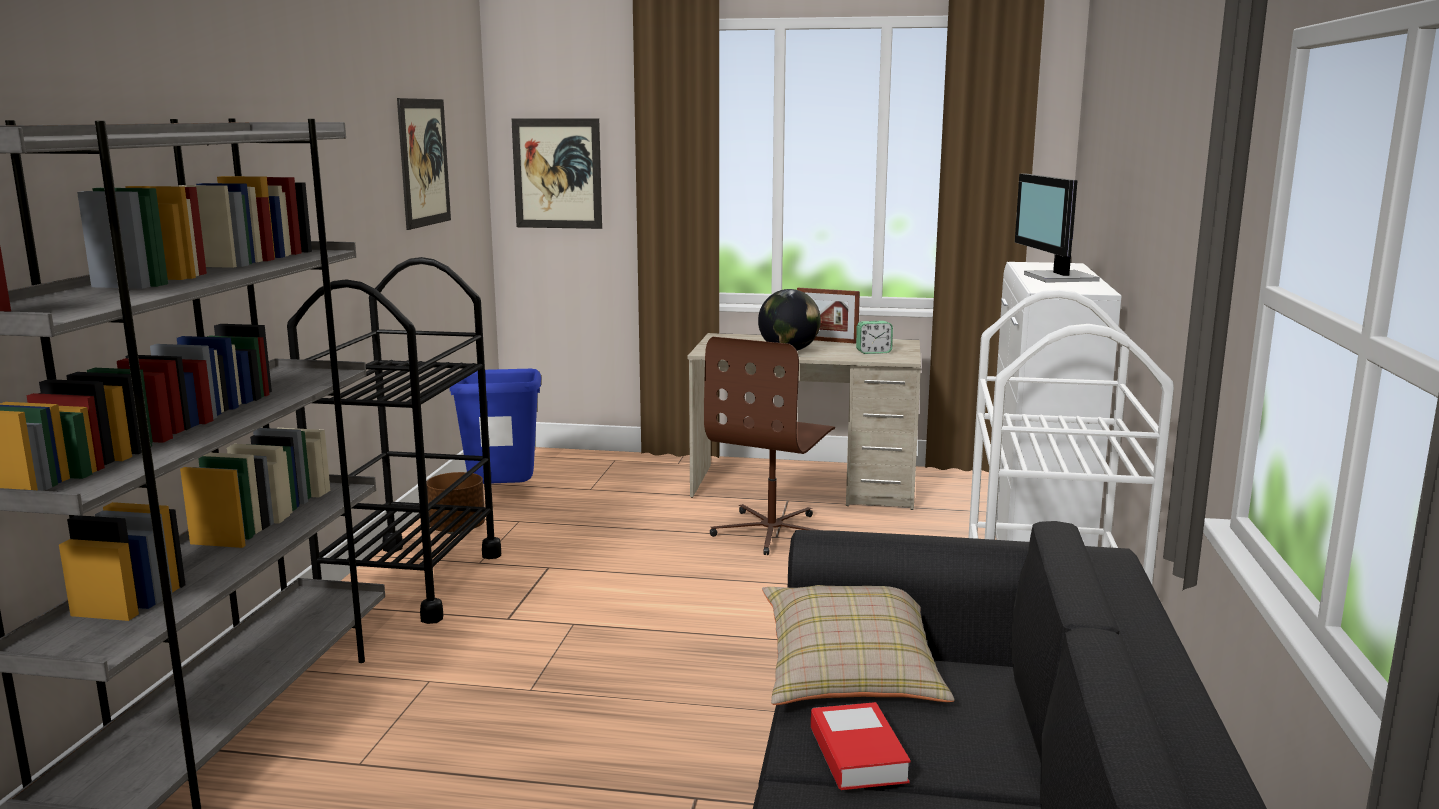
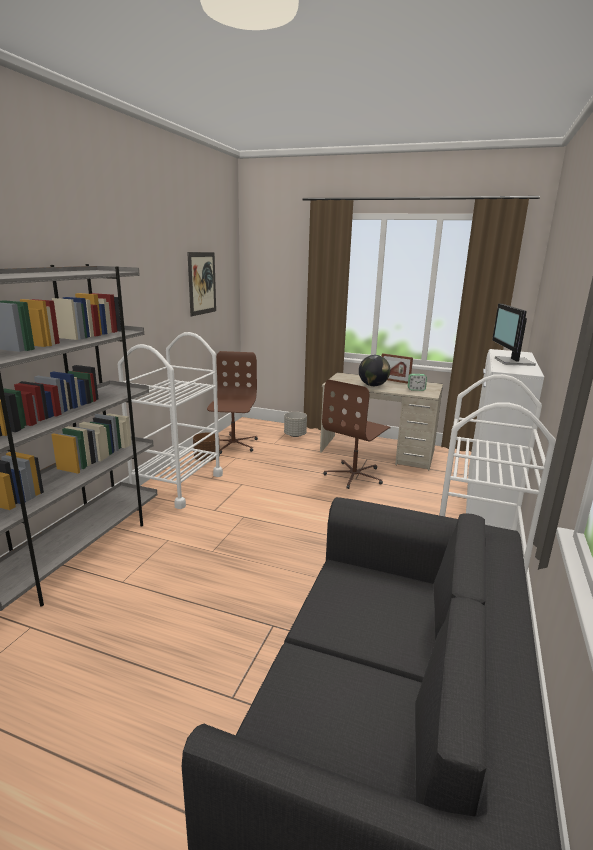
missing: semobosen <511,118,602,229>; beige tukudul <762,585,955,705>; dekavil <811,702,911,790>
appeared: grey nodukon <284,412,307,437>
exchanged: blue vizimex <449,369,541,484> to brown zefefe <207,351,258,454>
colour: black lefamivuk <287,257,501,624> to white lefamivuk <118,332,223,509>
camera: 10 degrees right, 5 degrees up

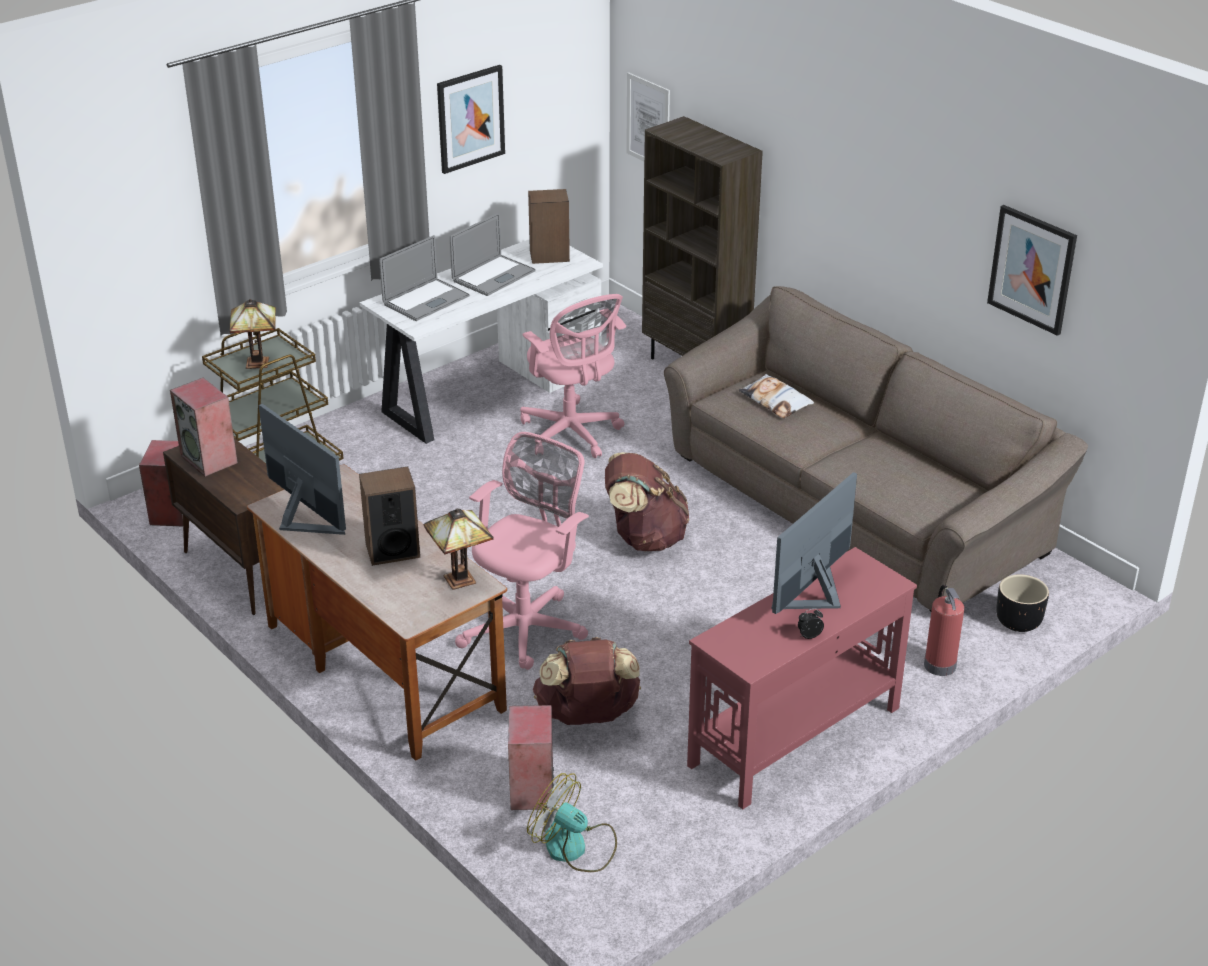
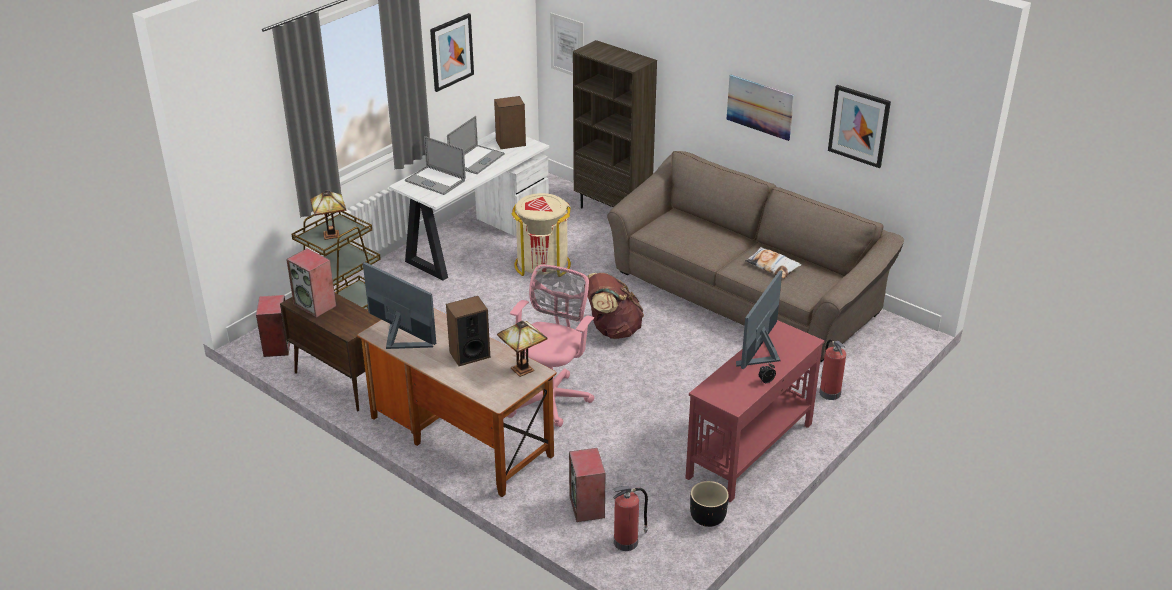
missing: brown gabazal <533,637,641,725>
appeared: semobosen <726,75,794,141>
relocated: tukudul <739,374,814,419> to <745,247,801,279>; black nodukon <996,574,1049,632> to <690,481,729,527>
exchanged: pink zefefe <520,294,626,458> to beige vizimex <512,193,571,276>; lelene <527,773,617,872> to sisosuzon <612,485,648,551>
spun: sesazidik <379,235,470,321> = <405,136,466,195> 90 degrees clockwise
camera: 10 degrees left, 0 degrees up

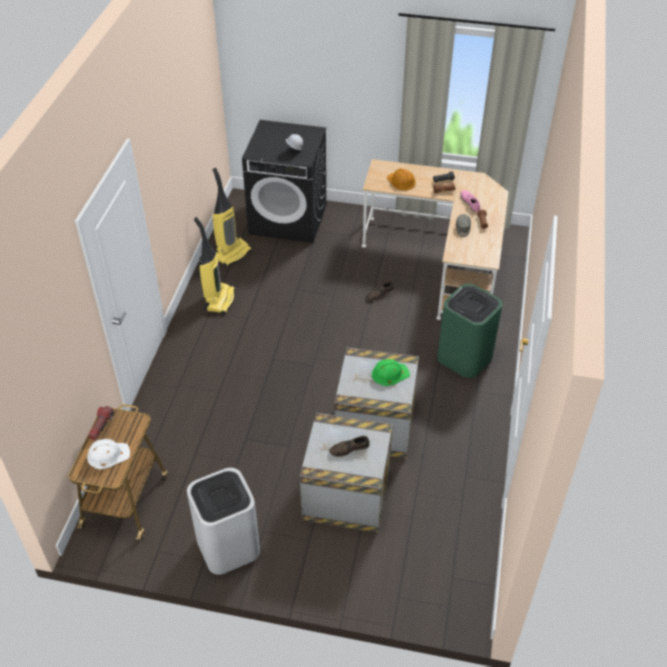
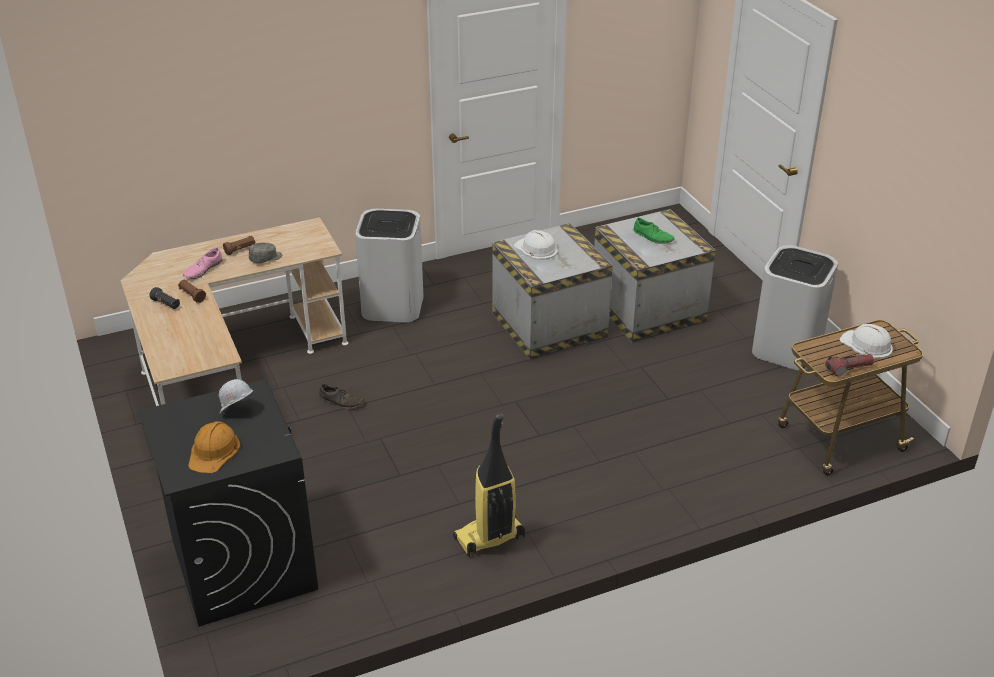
missing: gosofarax <212,168,252,267>
relocated: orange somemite <387,169,416,190> to <188,421,240,473>
colour: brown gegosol <329,436,369,457> to green gegosol <634,218,675,244>; green somemite <372,359,410,386> to white somemite <514,230,558,260>; green vizimex <437,284,502,378> to white vizimex <355,209,424,323>
camera: 125 degrees left, 10 degrees down

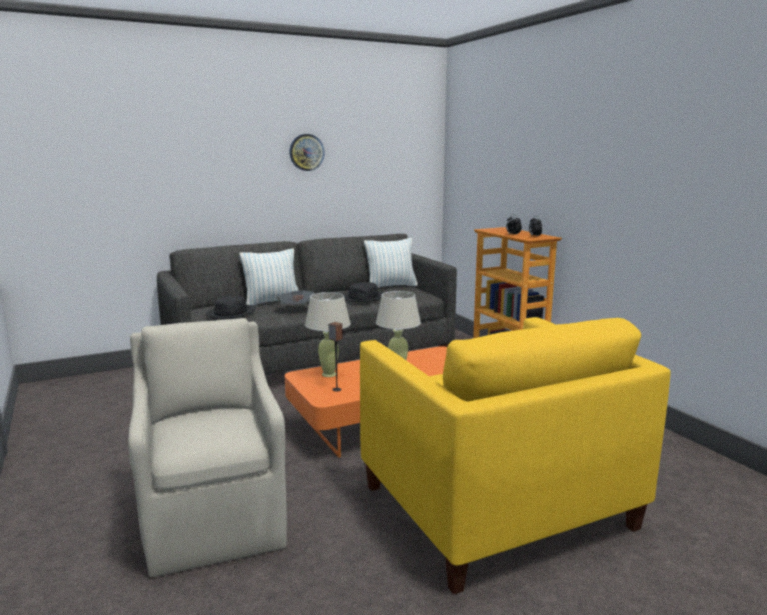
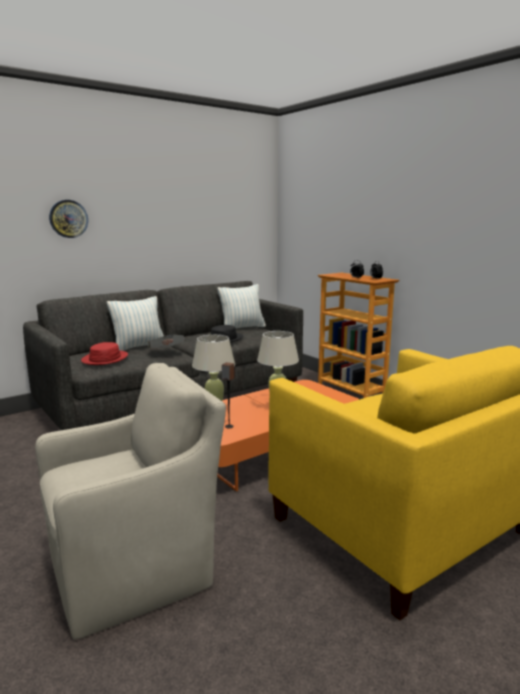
relocated: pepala <289,134,325,171> to <49,200,88,238>
colour: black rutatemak <206,296,255,319> to red rutatemak <81,342,128,365>
spun: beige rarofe <128,318,287,577> = <35,363,226,640> 90 degrees clockwise
camera: 10 degrees left, 0 degrees up

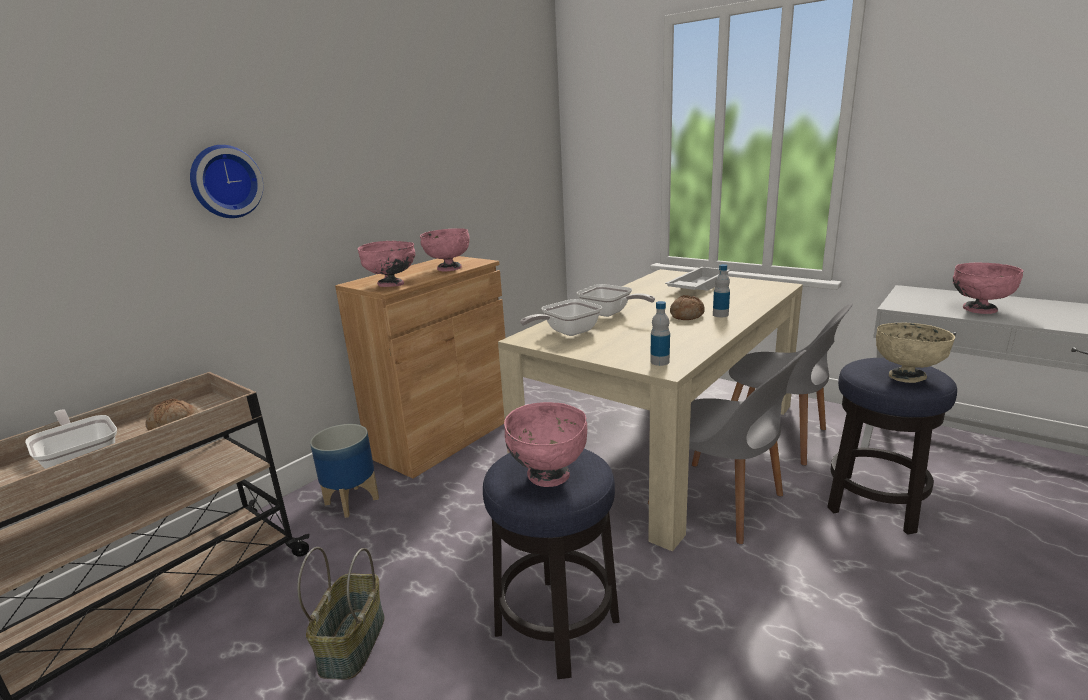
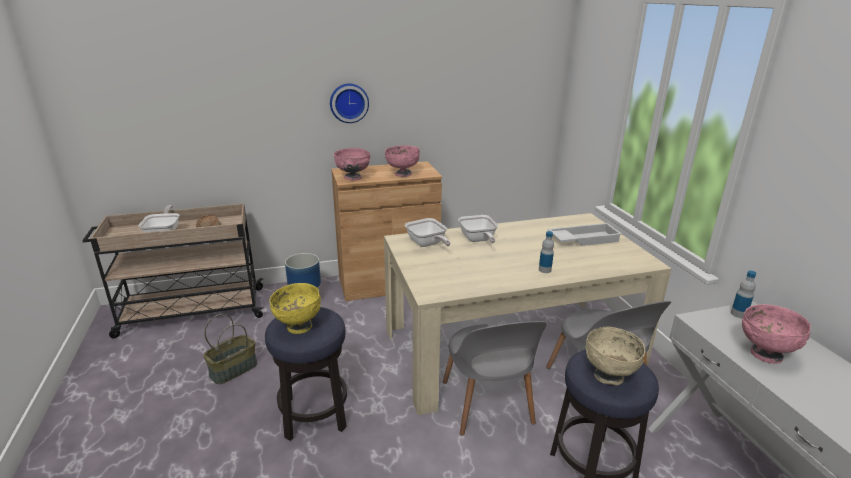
missing: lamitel <670,295,705,320>
relocated: pepala <190,145,263,218> to <330,83,369,123>; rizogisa <650,301,670,366> to <731,271,756,318>
colour: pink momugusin <504,402,587,487> to yellow momugusin <269,283,321,334>
spun: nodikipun <520,299,602,336> = <405,218,450,247> 120 degrees counterclockwise
camera: 35 degrees right, 5 degrees up

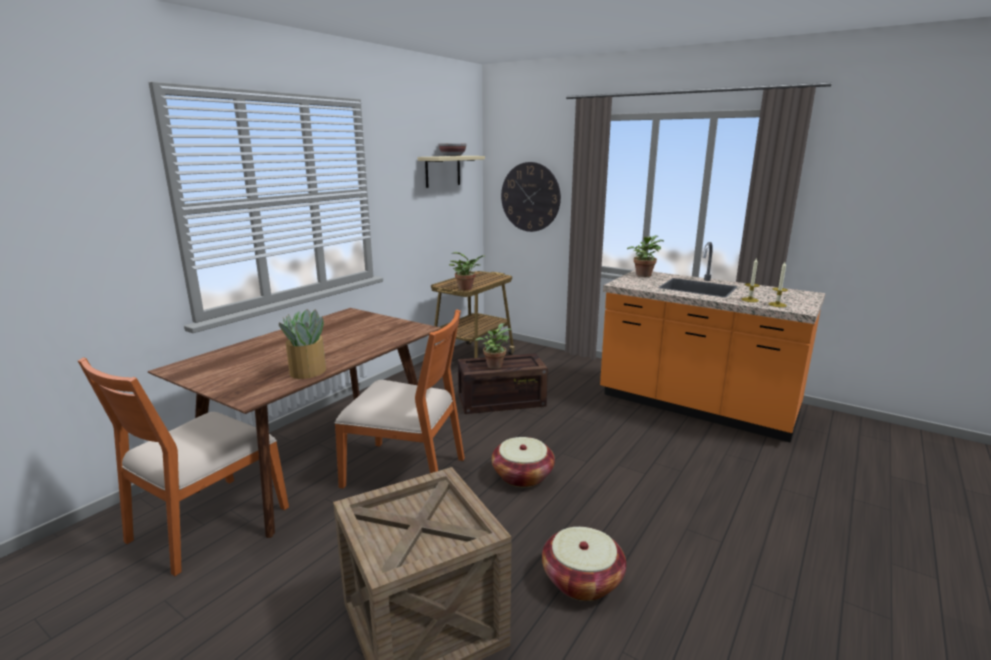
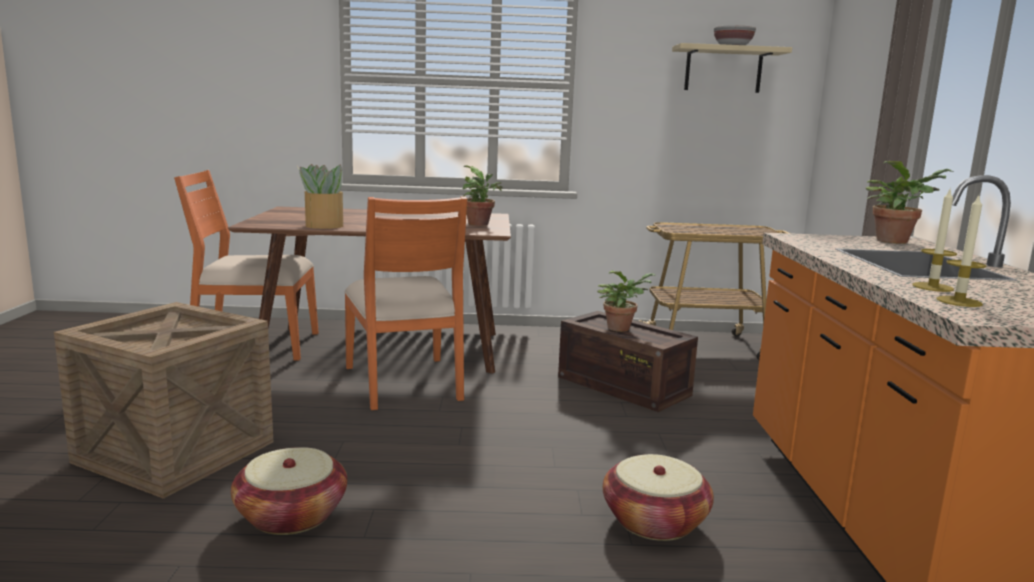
missing: pepala <501,162,561,232>
relocated: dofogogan <449,252,486,290> to <463,166,503,226>; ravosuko <492,437,555,488> to <603,454,714,541>
camera: 55 degrees right, 5 degrees down

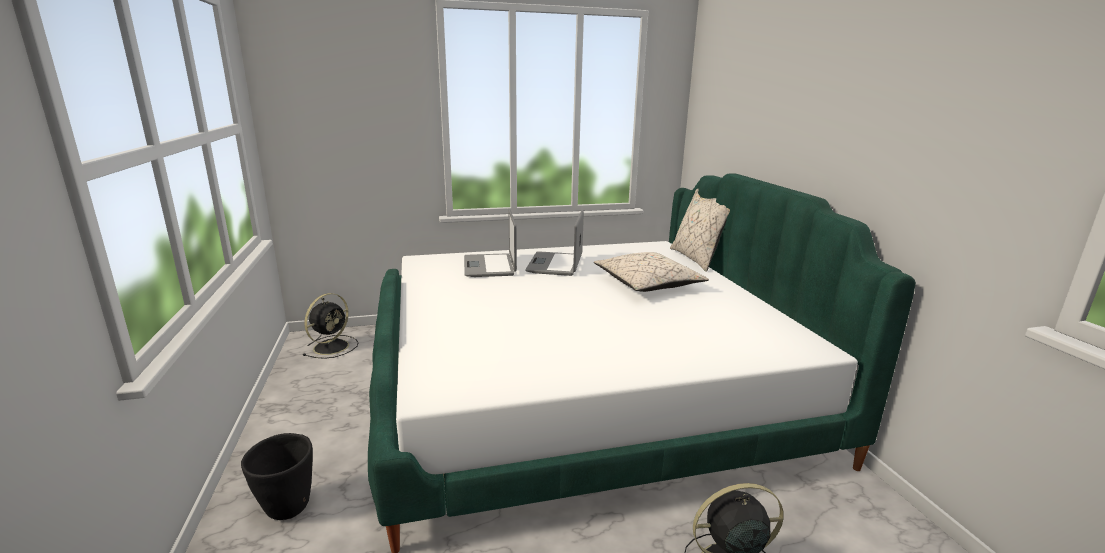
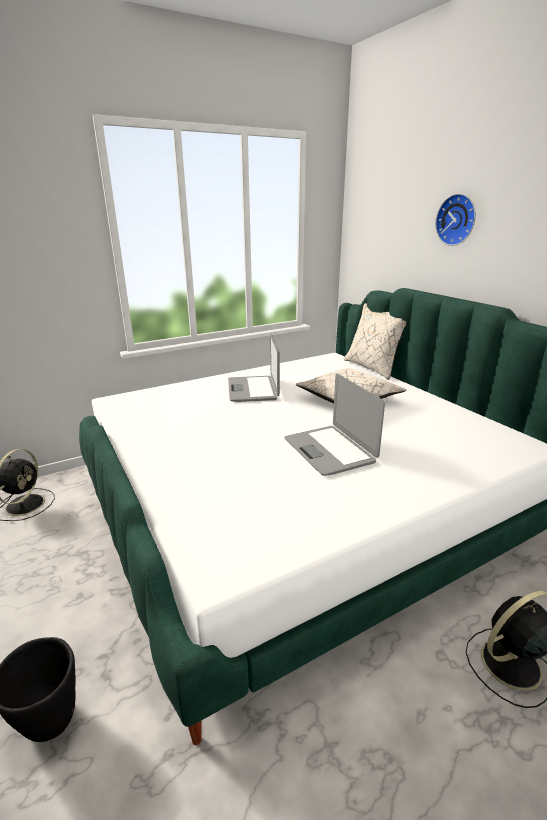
appeared: pepala <435,194,476,246>
relocated: sesazidik <464,210,517,277> to <284,374,385,476>
camera: 15 degrees left, 5 degrees up

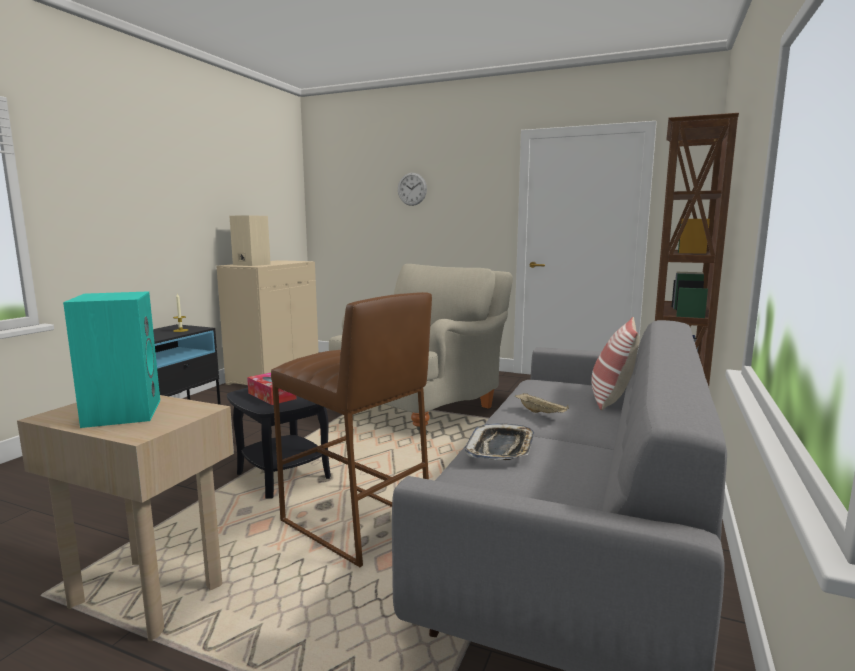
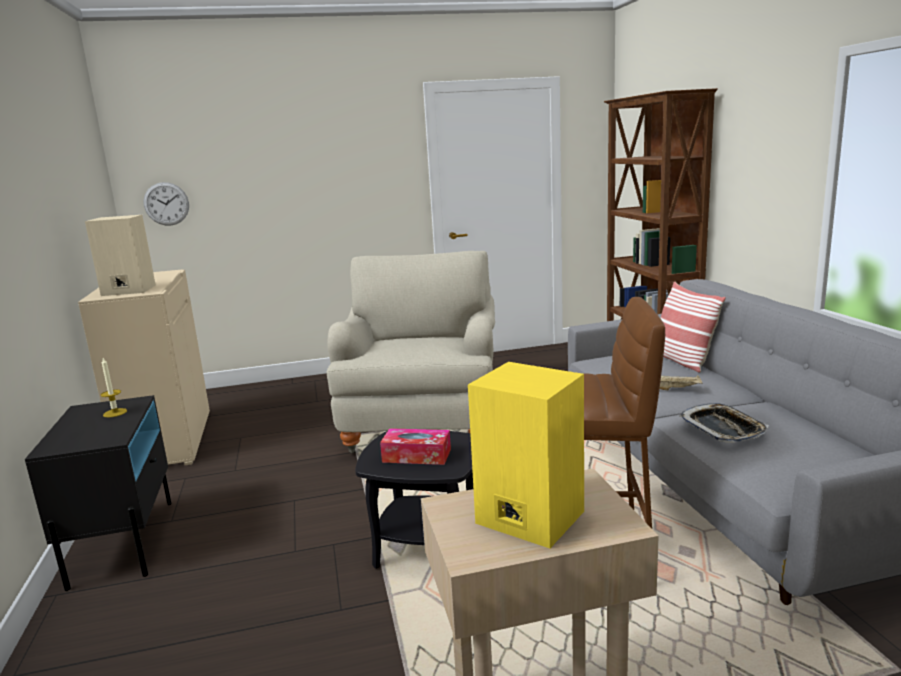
relocated: pepala <398,173,427,206> to <143,182,189,226>
colour: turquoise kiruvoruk <63,291,160,428> to yellow kiruvoruk <468,362,584,548>
camera: 35 degrees left, 5 degrees up

